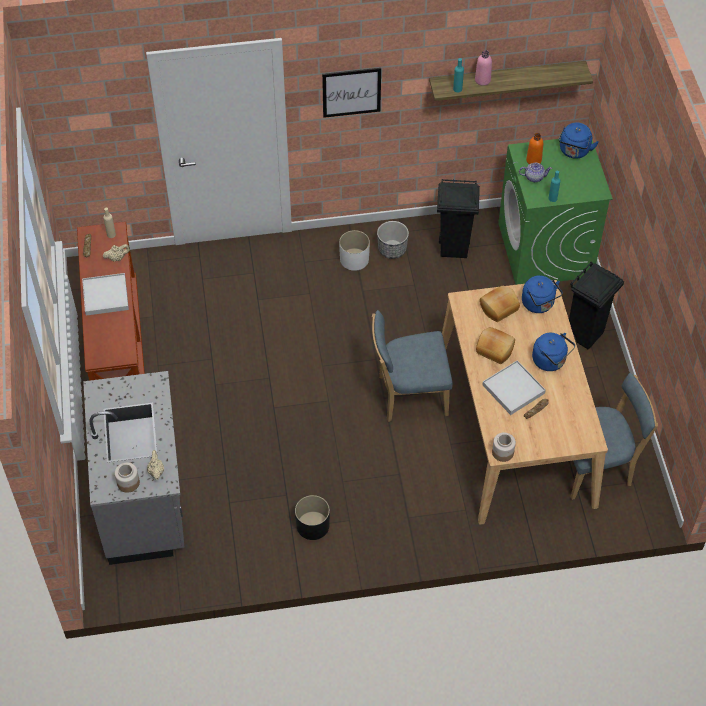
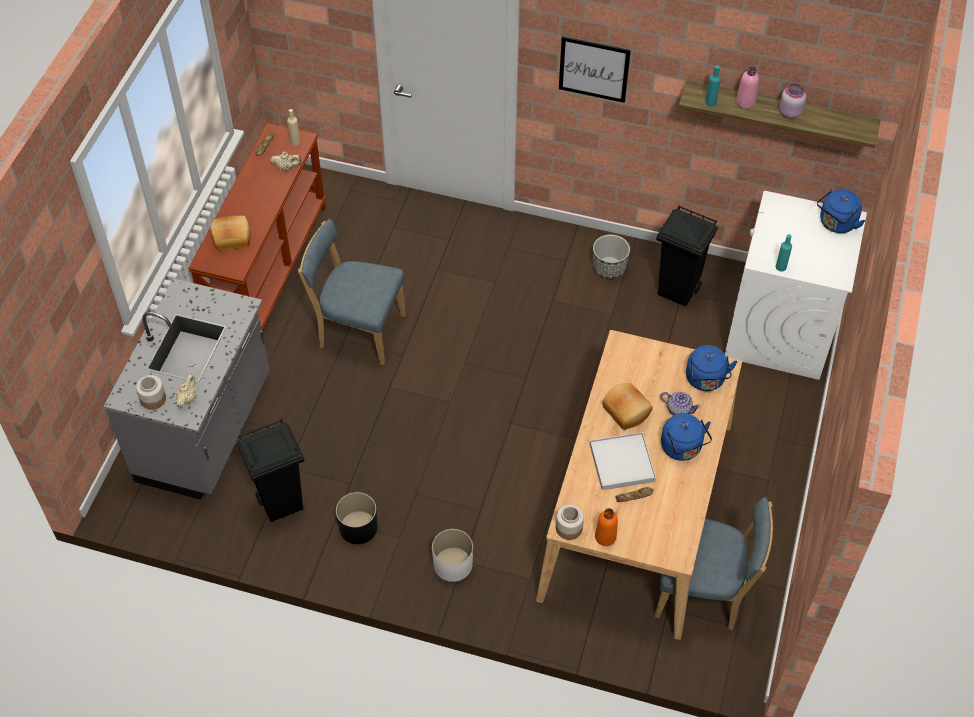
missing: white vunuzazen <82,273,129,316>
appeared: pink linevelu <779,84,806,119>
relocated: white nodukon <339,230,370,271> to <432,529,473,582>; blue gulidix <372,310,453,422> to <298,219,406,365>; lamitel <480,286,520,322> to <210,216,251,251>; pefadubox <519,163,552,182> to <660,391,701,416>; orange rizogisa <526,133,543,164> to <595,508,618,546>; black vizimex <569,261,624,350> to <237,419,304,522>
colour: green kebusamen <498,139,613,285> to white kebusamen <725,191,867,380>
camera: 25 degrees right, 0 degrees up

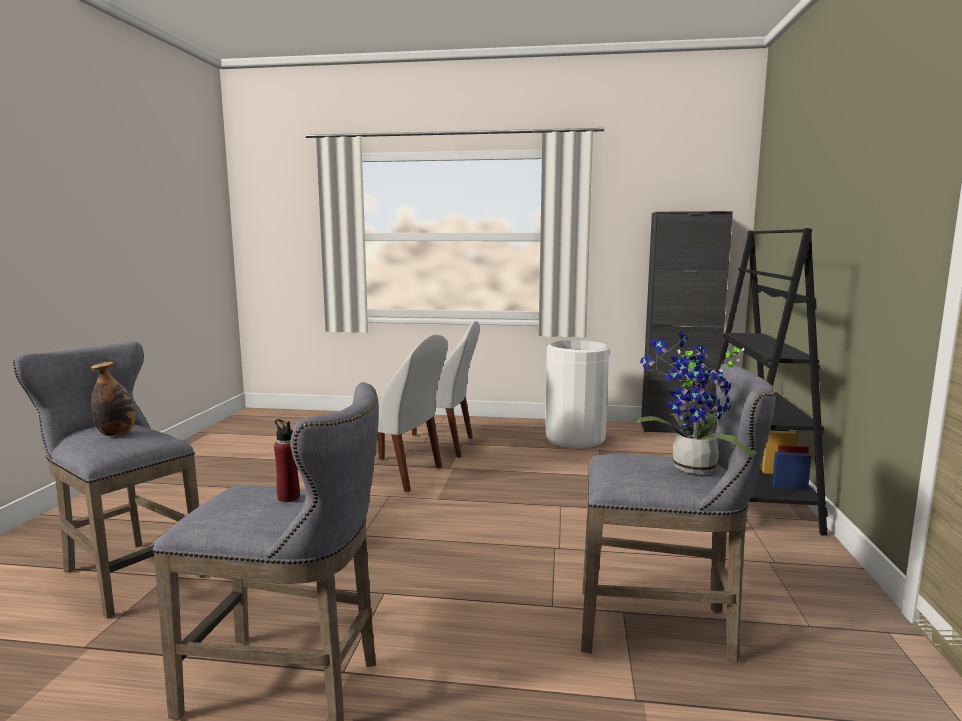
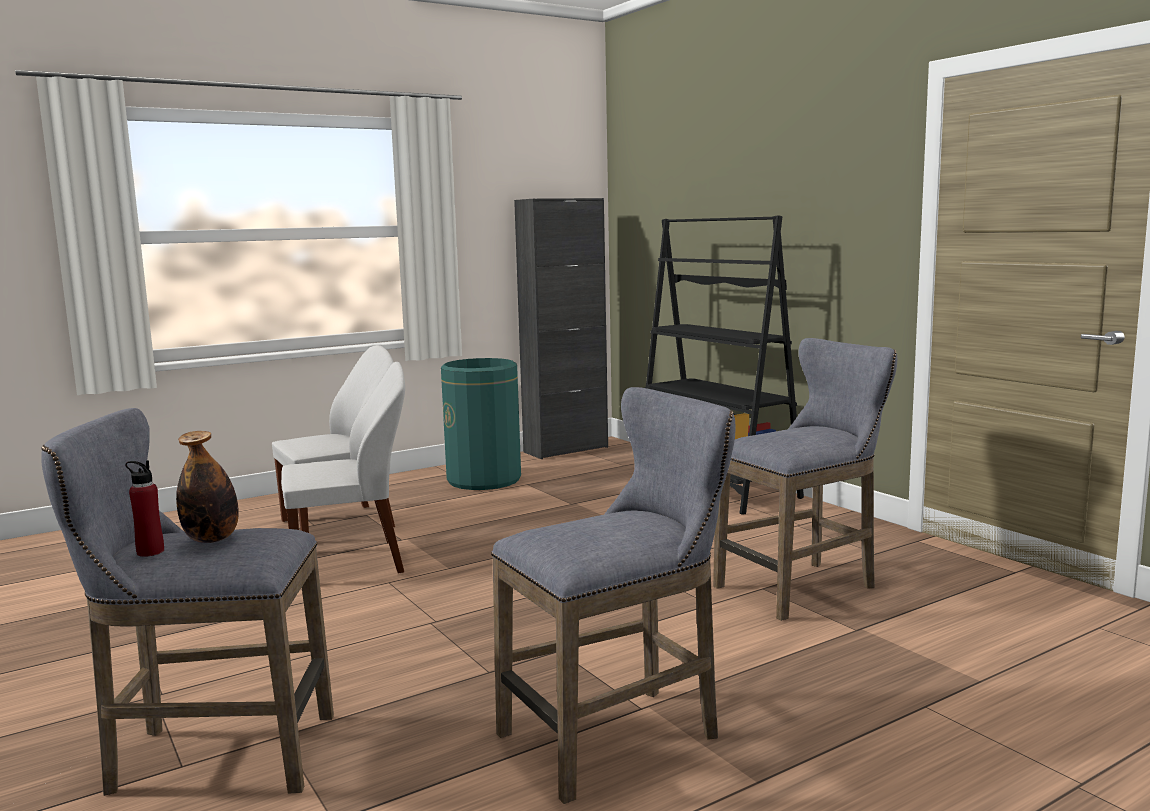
missing: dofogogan <633,331,756,474>
relocated: red rizogisa <274,419,300,502> to <125,460,164,557>
colour: white vizimex <545,340,609,448> to green vizimex <441,358,521,490>
camera: 40 degrees left, 0 degrees up

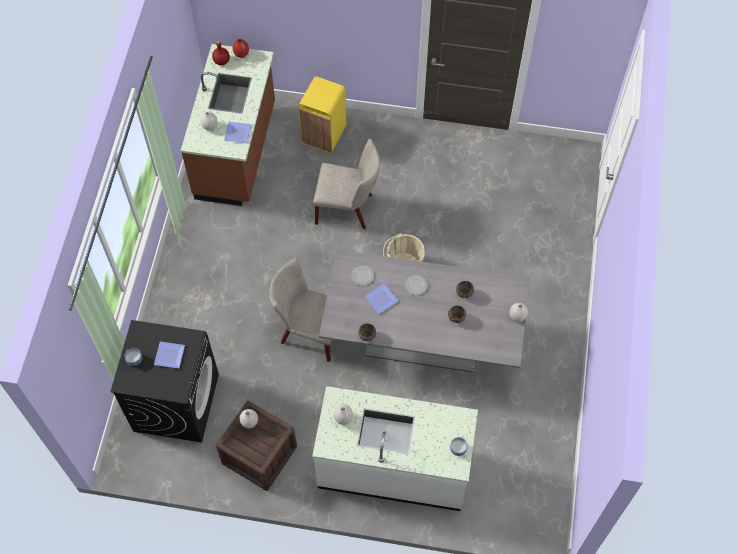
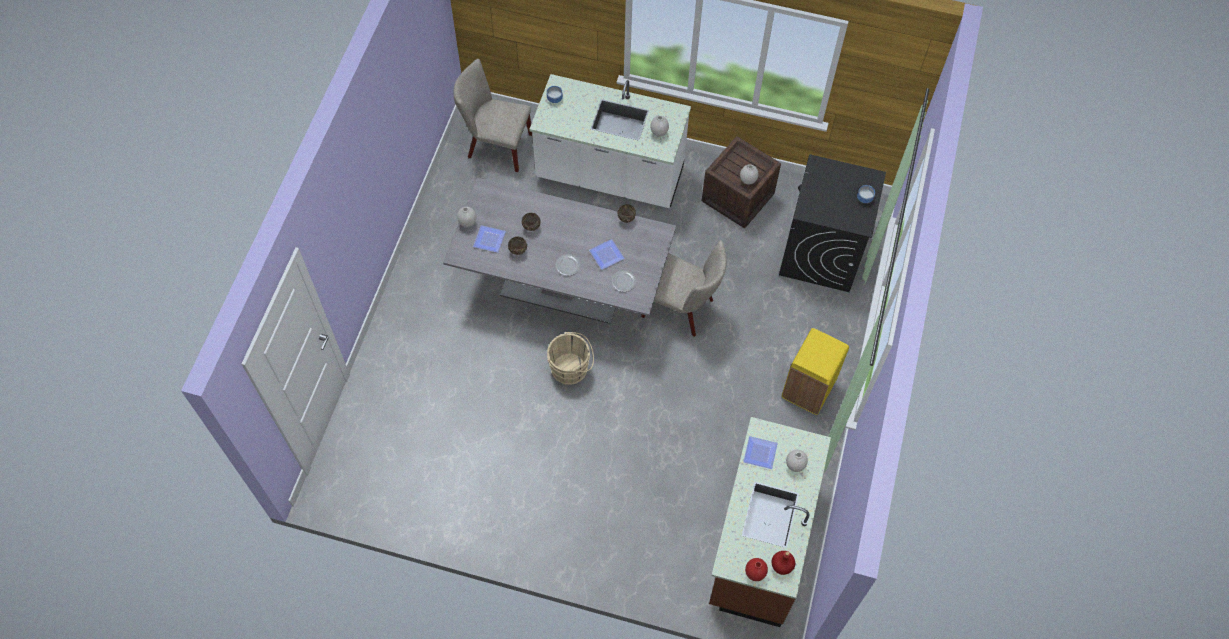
relocated: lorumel <154,342,185,368> to <473,225,506,253>; yellow vizimex <299,76,347,153> to <782,328,849,415>; beige gulidix <313,139,380,229> to <454,59,532,172>
camera: 175 degrees left, 0 degrees up

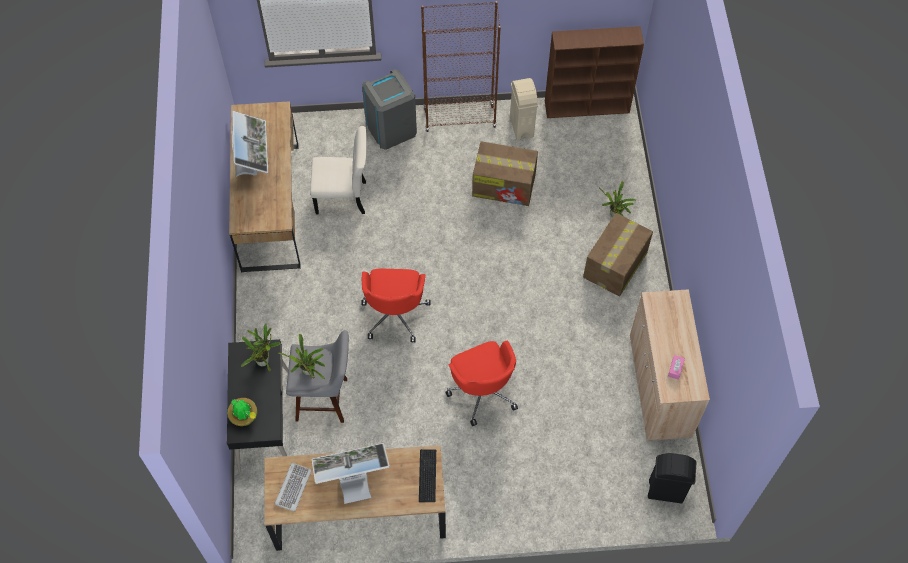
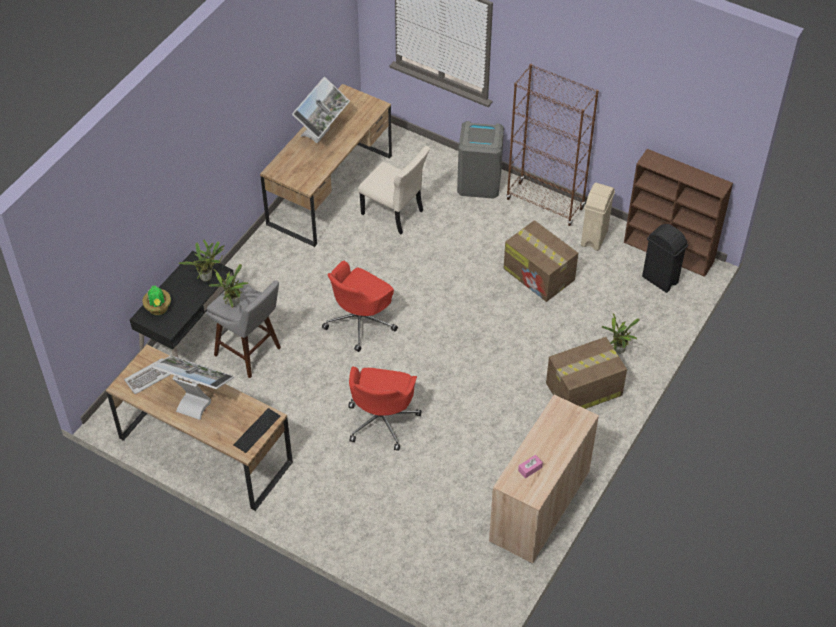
relocated: black vizimex <648,453,697,503> to <642,224,688,293>
camera: 35 degrees right, 10 degrees down

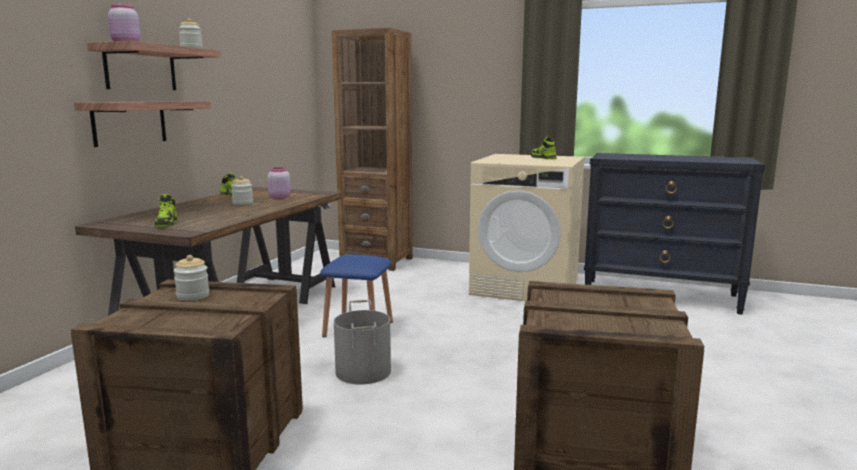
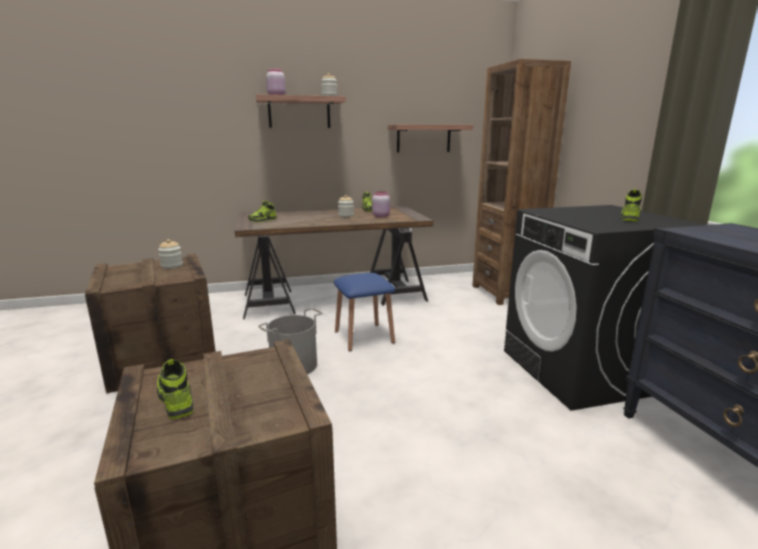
appeared: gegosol <157,359,193,419>
relocated: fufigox <74,101,211,147> to <388,125,473,153>
colour: beige kebusamen <469,154,585,301> to black kebusamen <504,205,705,411>
camera: 55 degrees right, 5 degrees up

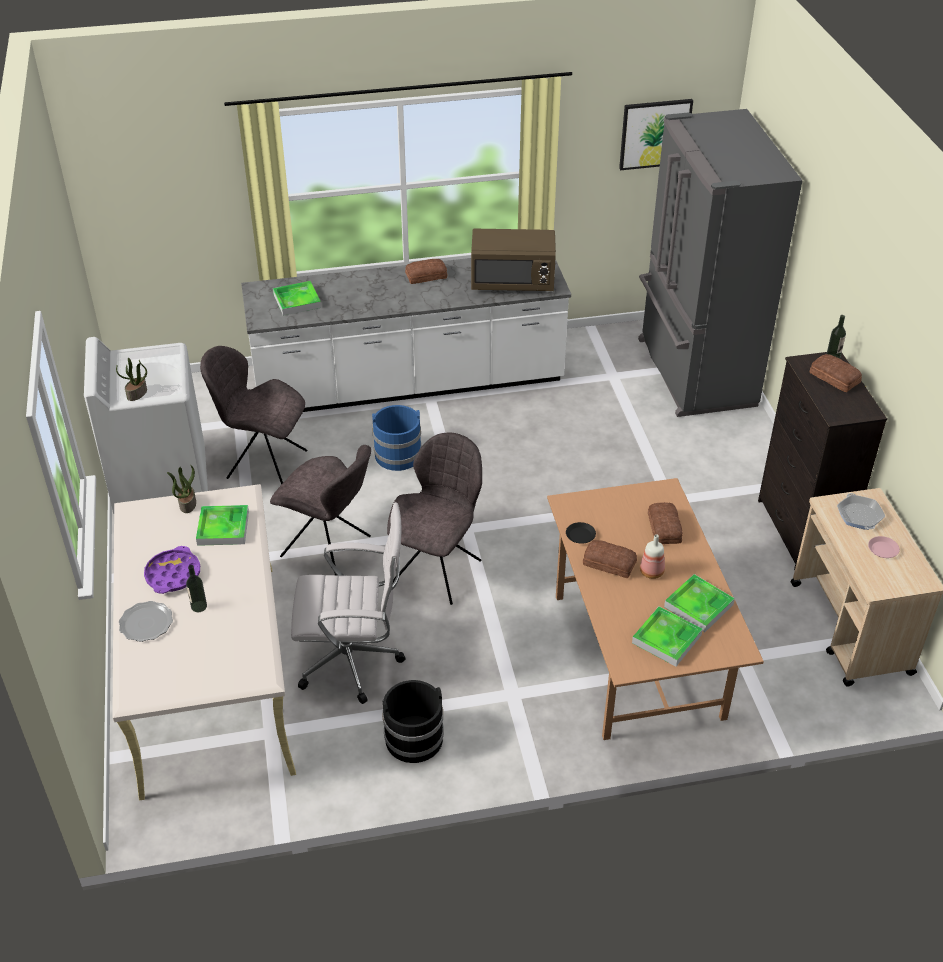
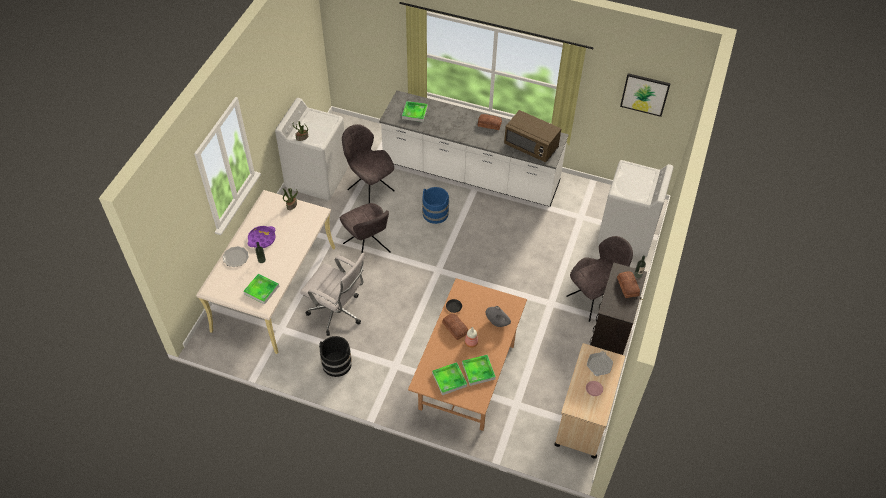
relocated: vunuzazen <196,505,249,546> to <243,274,279,304>; grey gulidix <387,433,482,605> to <566,236,633,322>
exchanged: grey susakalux <638,109,803,417> to white kebusamen <597,160,674,258>; lamitel <648,502,683,544> to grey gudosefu <486,306,511,327>
camera: 30 degrees right, 10 degrees up

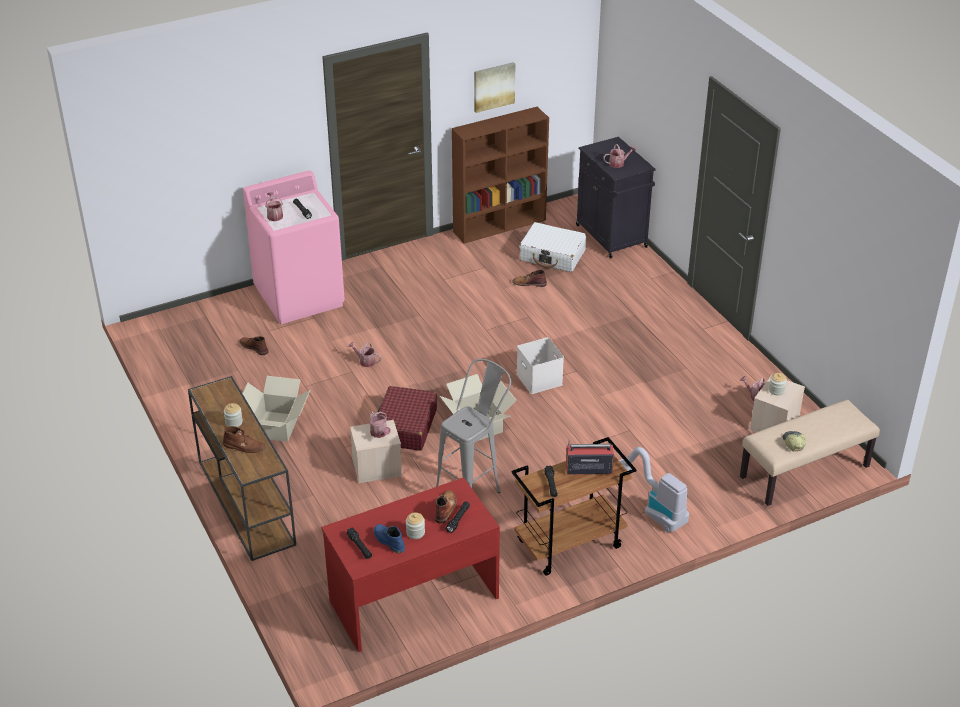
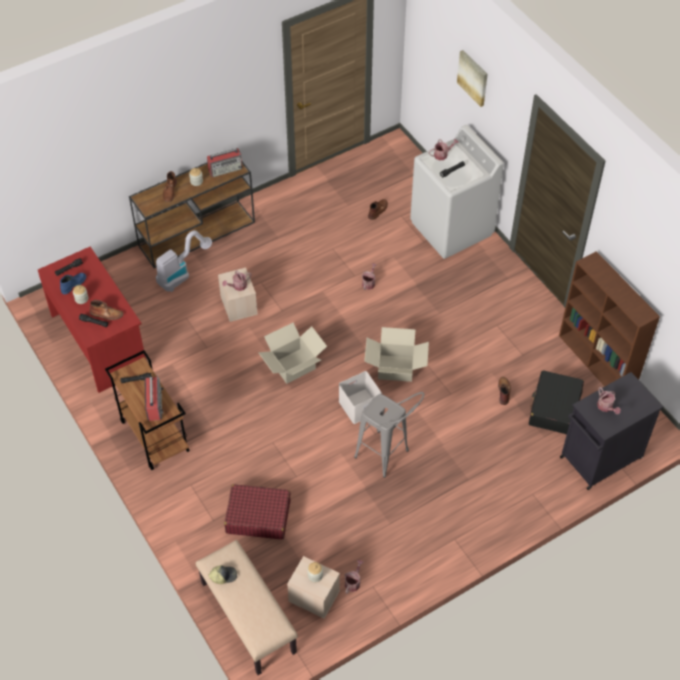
appeared: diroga <207,148,242,177>
relocated: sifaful <242,376,310,442> to <364,327,429,382>; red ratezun <378,386,437,451> to <224,484,290,539>; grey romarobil <436,359,511,493> to <354,392,424,478>; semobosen <474,62,515,113> to <457,50,488,107>; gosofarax <619,447,689,532> to <156,230,212,292>
colour: pink kebusamen <243,171,345,324> to white kebusamen <410,125,504,259>; white ratezun <519,222,587,272> to black ratezun <529,370,584,434>
camera: 85 degrees right, 15 degrees up

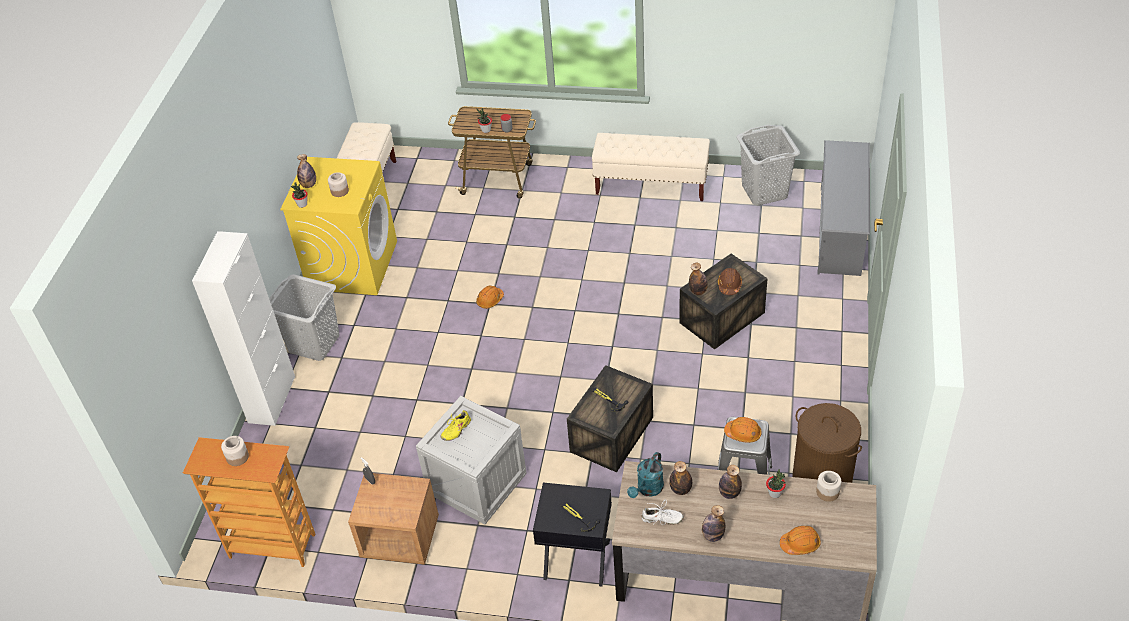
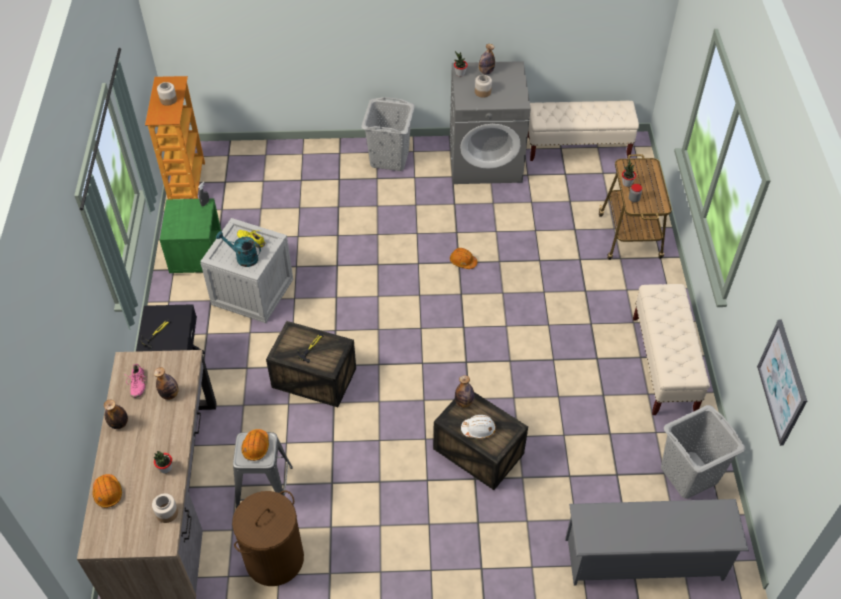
missing: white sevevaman <192,231,295,426>; rizogisa <719,465,742,499>
appeared: semobosen <757,320,807,446>
relocated: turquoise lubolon <627,452,664,498> to <216,231,261,267>
colour: yellow kebusamen <280,157,397,295> to grey kebusamen <450,61,531,184>; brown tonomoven <348,473,439,565> to green tonomoven <160,198,222,273>; white gegosol <641,499,684,525> to pink gegosol <124,363,147,398>; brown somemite <718,268,742,295> to white somemite <461,415,496,439>
camera: 75 degrees right, 5 degrees up

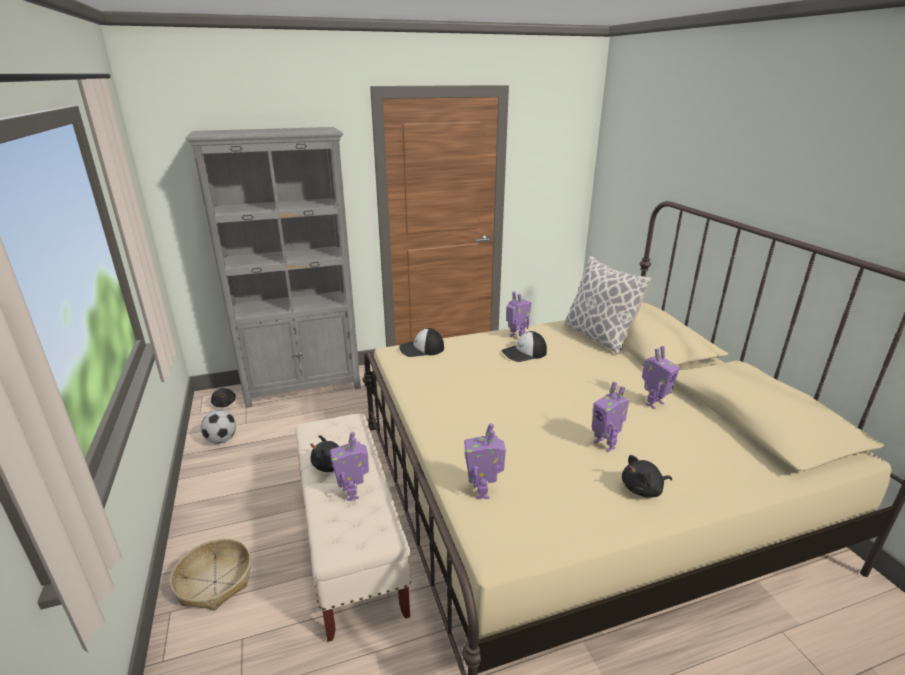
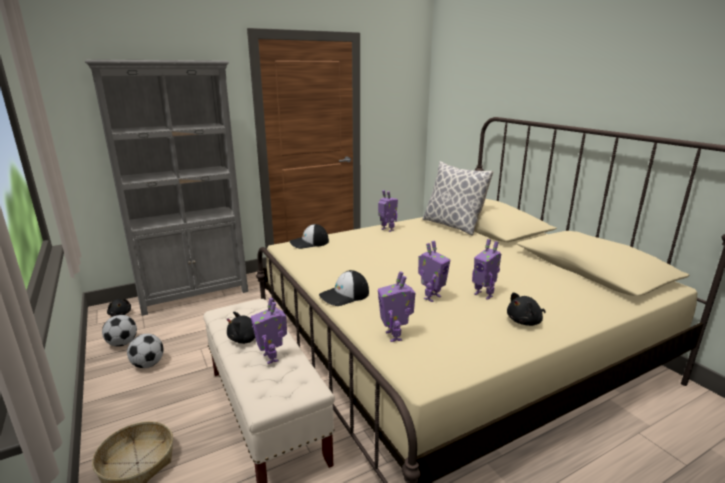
appeared: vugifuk <127,334,164,368>
relocated: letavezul <502,331,547,362> to <319,270,369,306>; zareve <642,346,680,409> to <418,241,450,302>
camera: 10 degrees left, 5 degrees down

